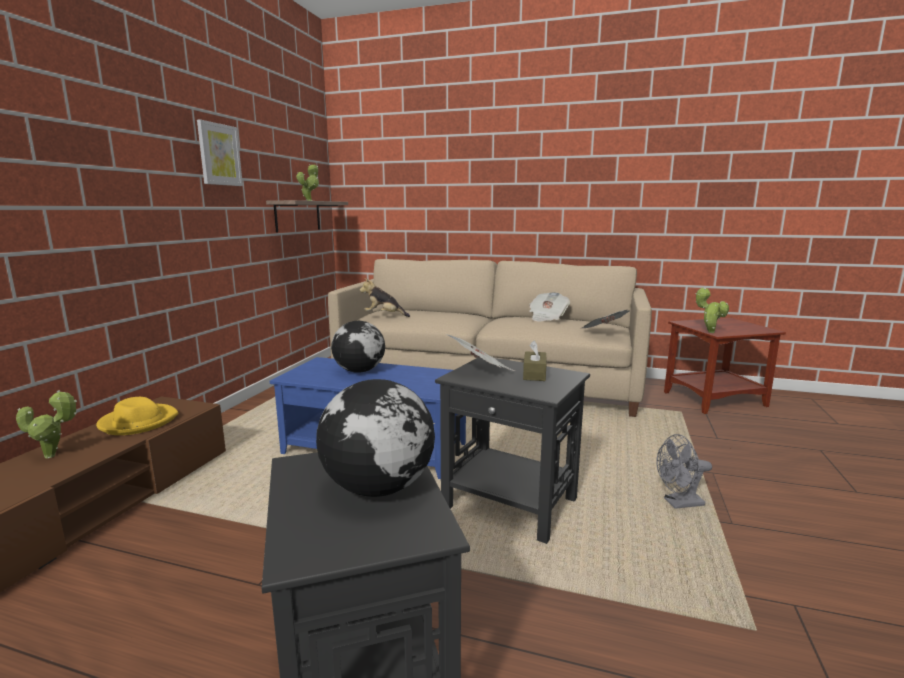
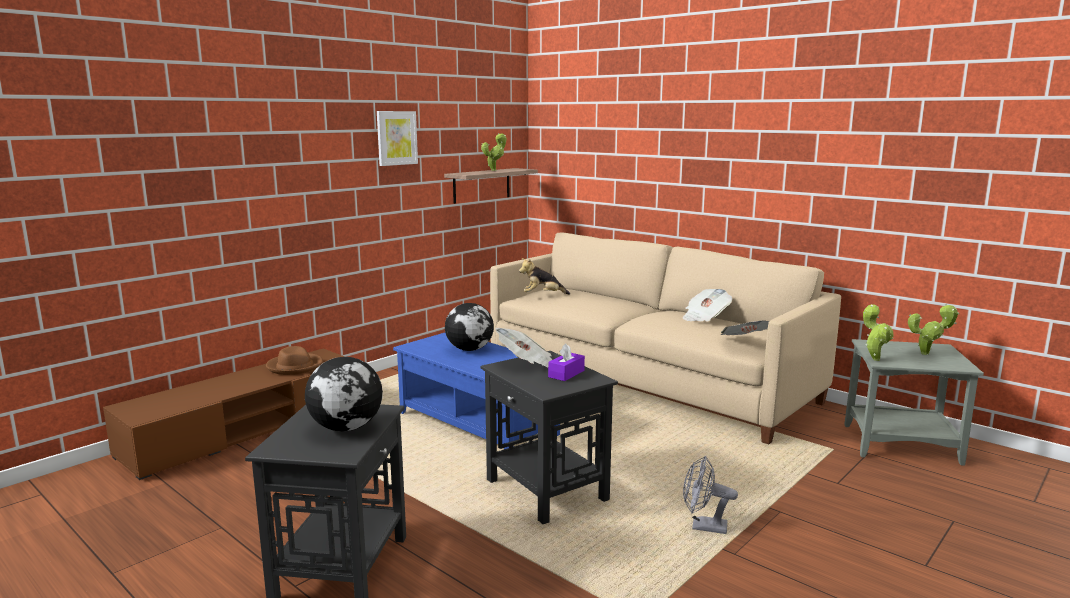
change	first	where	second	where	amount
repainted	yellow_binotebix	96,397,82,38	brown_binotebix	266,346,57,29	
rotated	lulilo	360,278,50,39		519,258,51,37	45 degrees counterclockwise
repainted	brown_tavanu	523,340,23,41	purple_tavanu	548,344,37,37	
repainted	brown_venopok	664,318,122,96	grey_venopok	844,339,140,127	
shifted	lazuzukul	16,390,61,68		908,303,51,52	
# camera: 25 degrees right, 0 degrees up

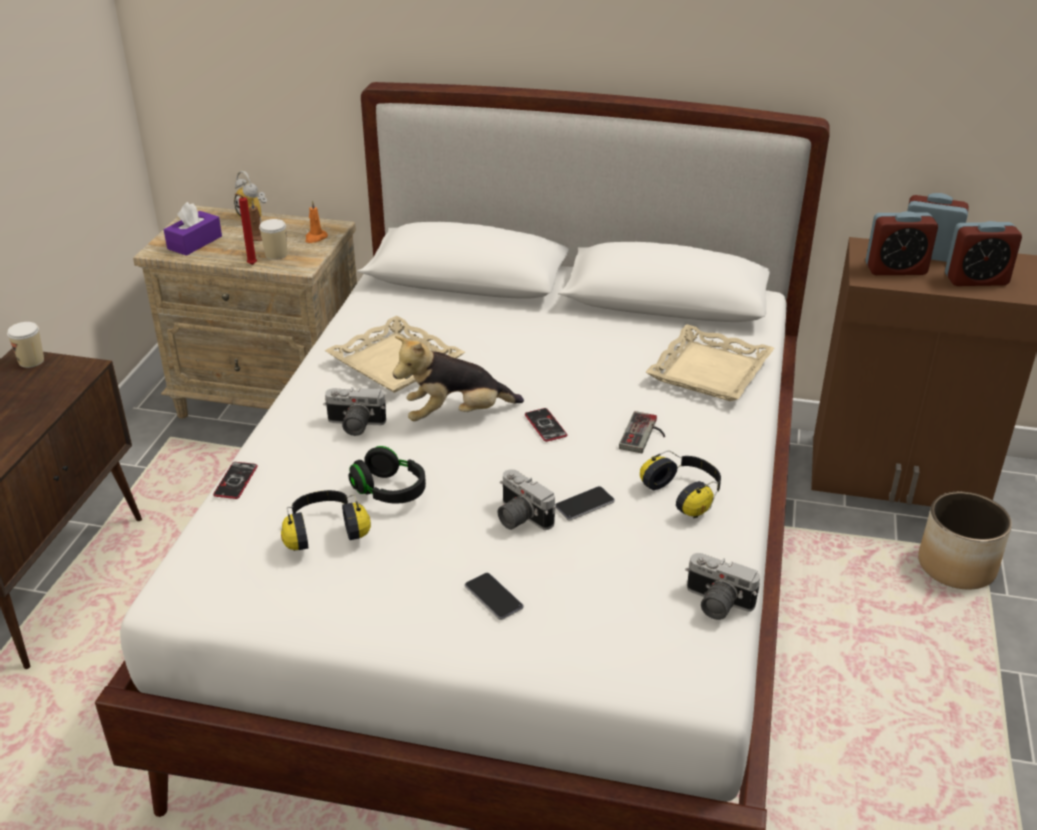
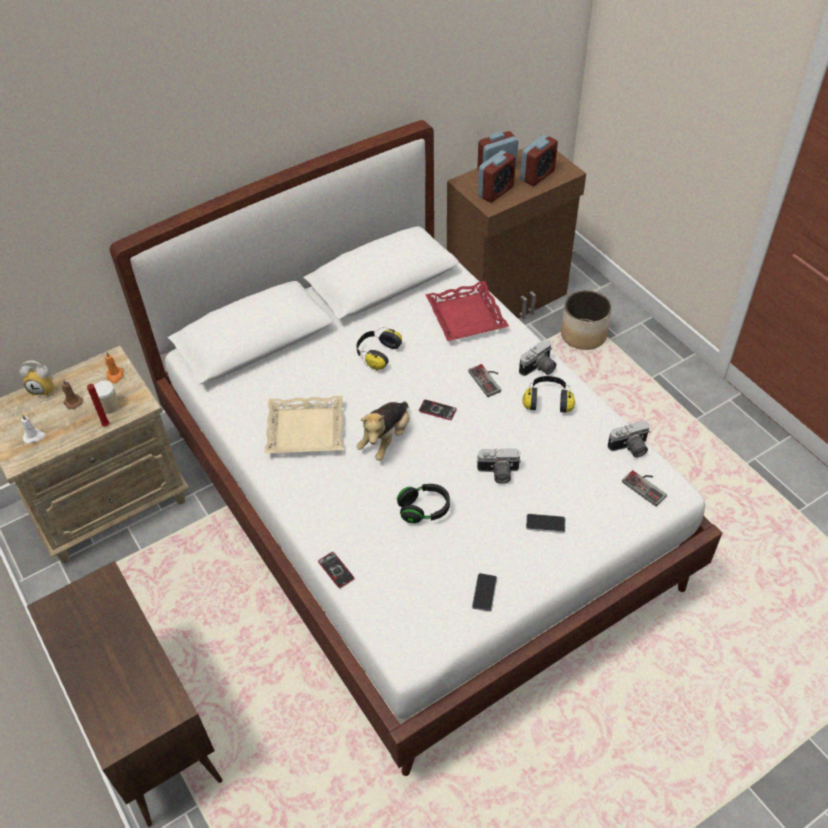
change	first	where	second	where	amount
swapped	purple_tavanu	164,202,58,54	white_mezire	21,414,25,30	
shifted	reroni	281,490,90,61		357,327,45,43	
repainted	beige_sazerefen	646,324,128,77	red_sazerefen	425,281,84,60	
shifted	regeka	555,486,60,35		472,573,25,39	
shifted	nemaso	323,387,63,49		519,340,38,36	
new			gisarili	622,470,45,36	
gone	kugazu	7,322,37,46			
# camera: 45 degrees left, 15 degrees up

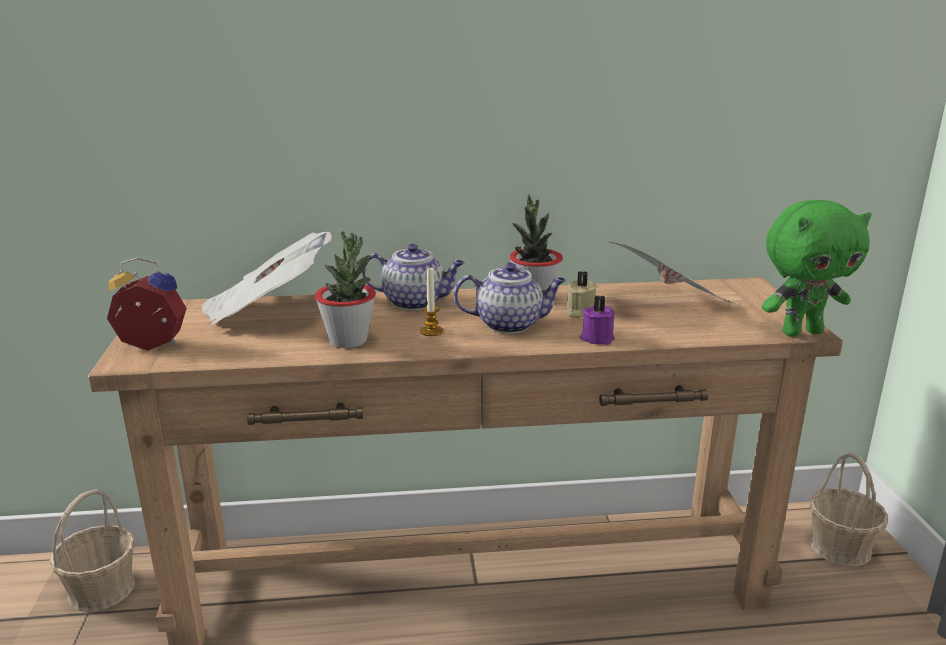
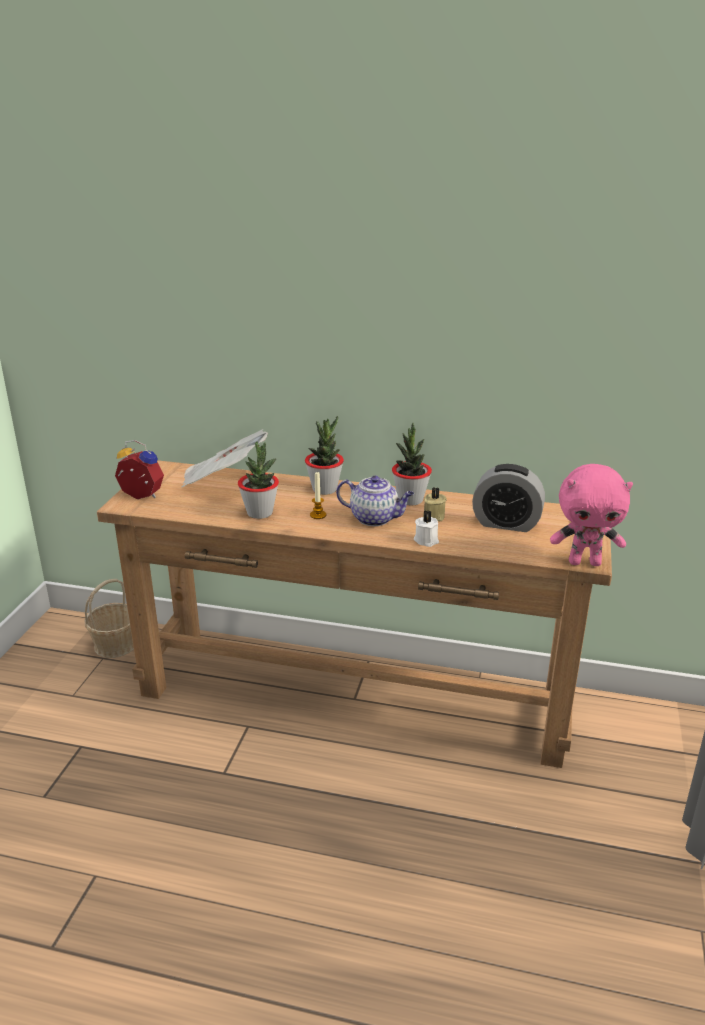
change	first	where	second	where	amount
swapped	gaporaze	362,244,103,66	lazuzukul	305,416,39,79	
repainted	purple_mezire	580,295,35,50	white_mezire	414,510,25,37	
swapped	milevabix	609,242,128,61	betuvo	472,464,73,68	
repainted	green_lulilo	762,200,110,137	pink_lulilo	550,464,83,102	
gone	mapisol	809,452,79,115			
# camera: 20 degrees right, 5 degrees up

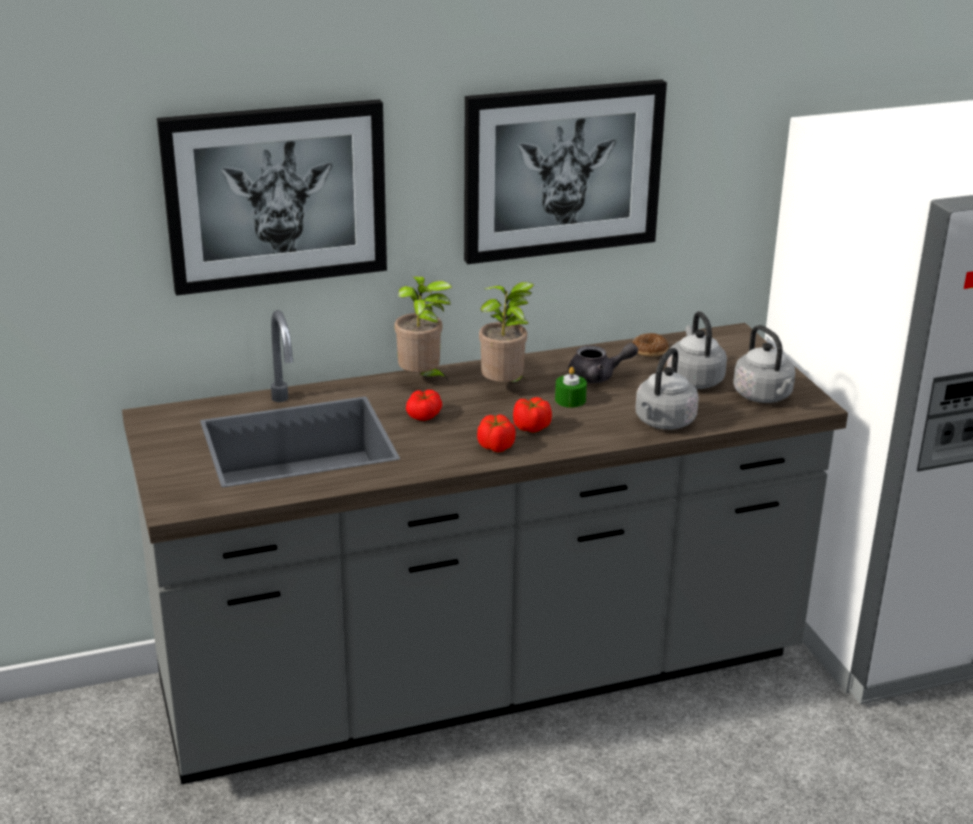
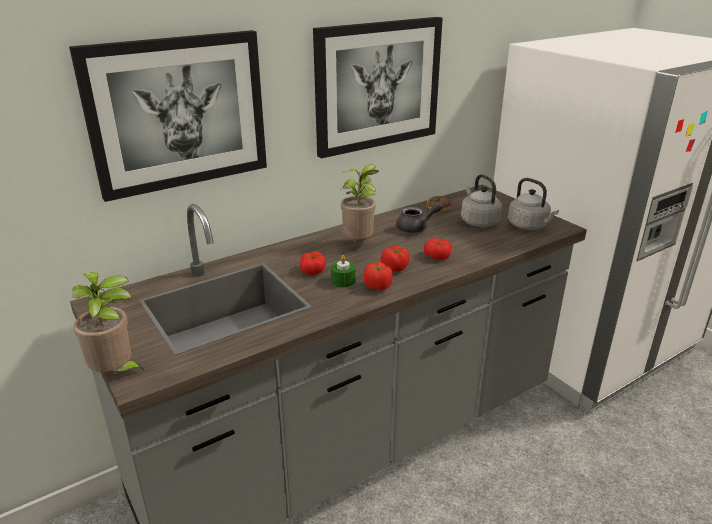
change	first	where	second	where	amount
shifted	lazuzukul	394,276,58,104		72,272,72,100	
shifted	green_mezire	555,367,32,41		331,255,25,32	
new			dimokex	424,238,27,22	
gone	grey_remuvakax	635,348,64,82			
# camera: 15 degrees left, 0 degrees up

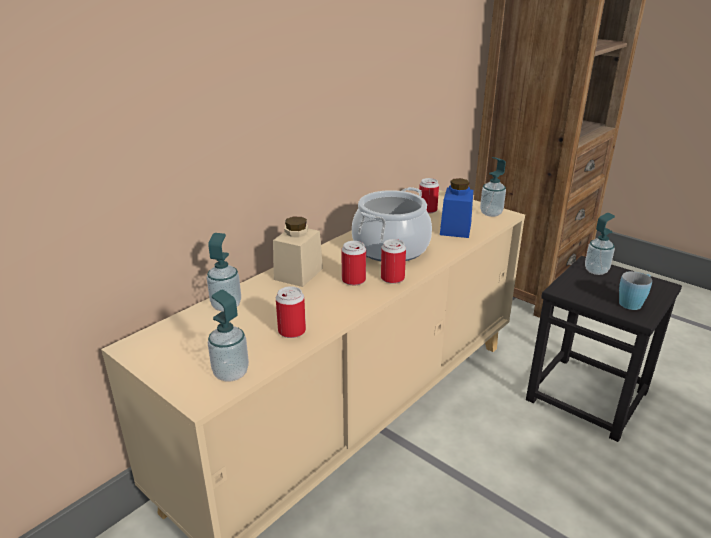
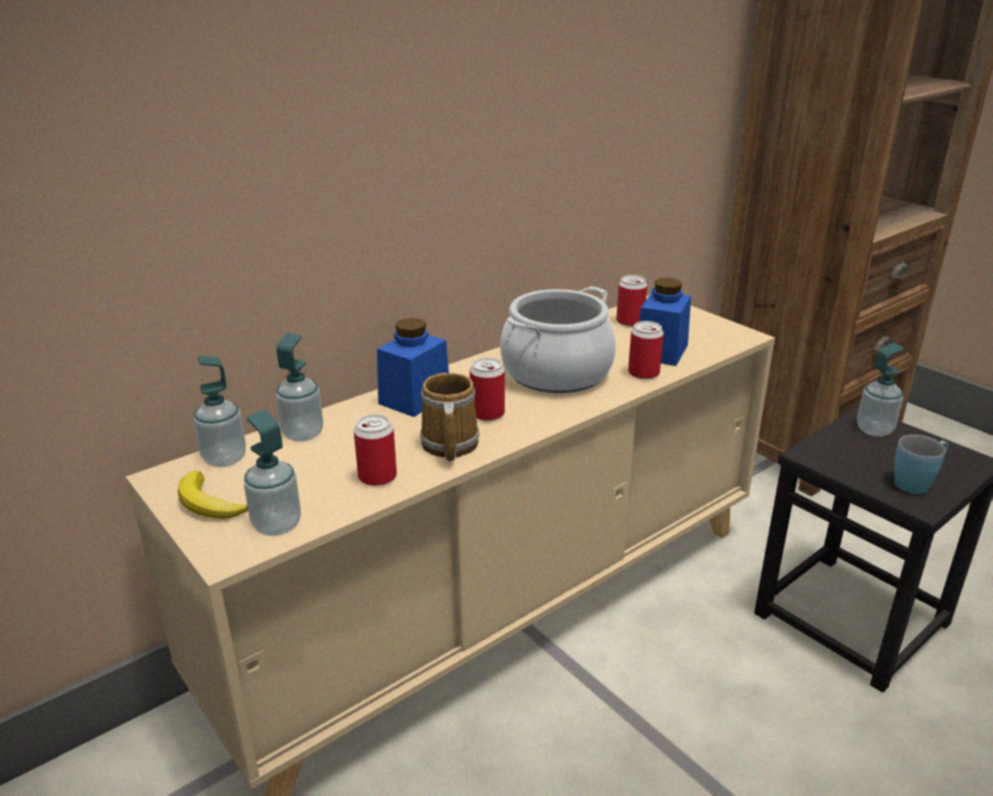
change	first	where	second	where	amount
new			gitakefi	178,471,70,48	
shifted	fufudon	480,157,26,60		194,356,52,111	
repainted	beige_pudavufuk	273,217,50,70	blue_pudavufuk	377,318,72,99	
new			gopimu	420,373,59,89	
shifted	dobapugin	381,239,25,45		628,321,36,58	
# camera: 10 degrees right, 0 degrees up

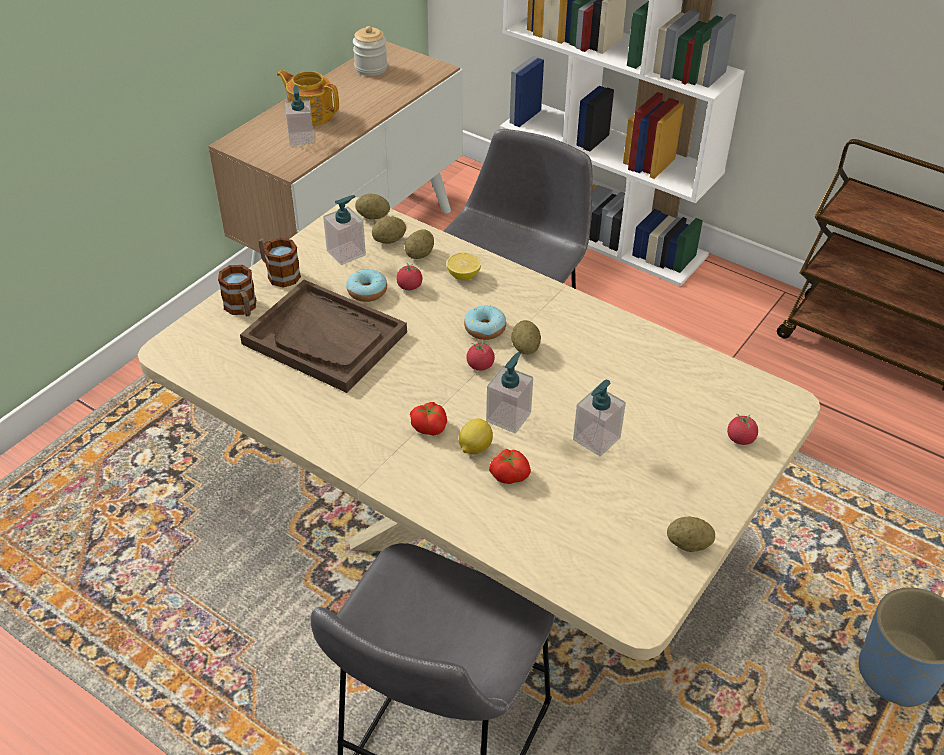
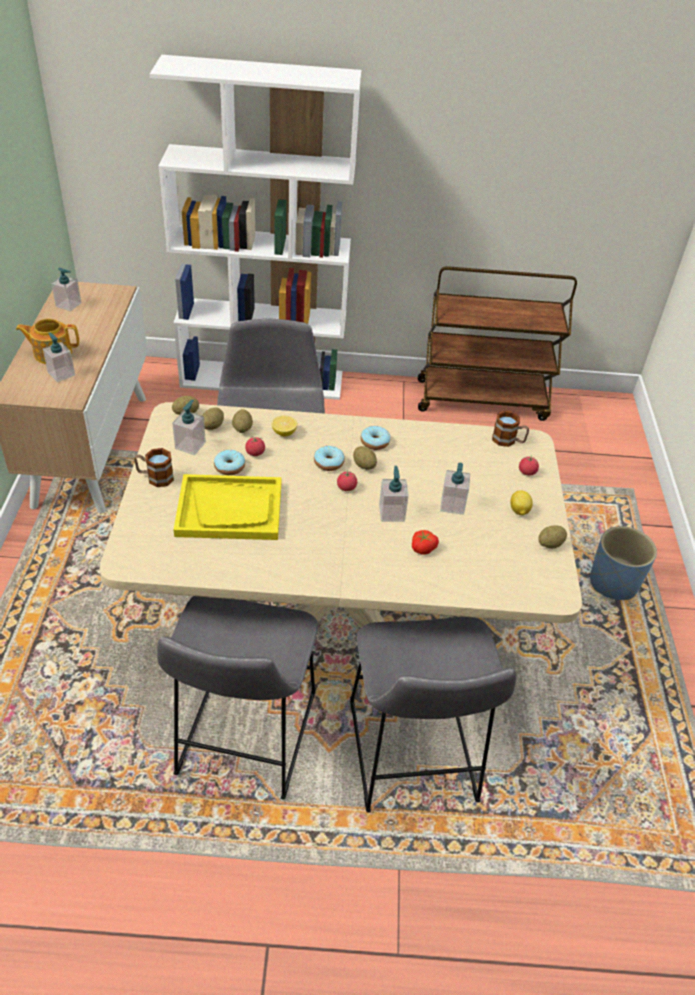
change	first	where	second	where	amount
swapped	pudavufuk	353,26,35,50	fufudon	51,268,30,43	
new			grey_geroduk	157,596,161,204	
repainted	brown_sazerefen	240,280,167,113	yellow_sazerefen	174,474,107,66	
new			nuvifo	361,426,29,24	
shifted	gopimu	218,265,38,51		492,410,37,37	
shifted	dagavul	459,418,34,37		510,490,23,25	
gone	dimokex	410,402,37,34			
# camera: 35 degrees left, 0 degrees up

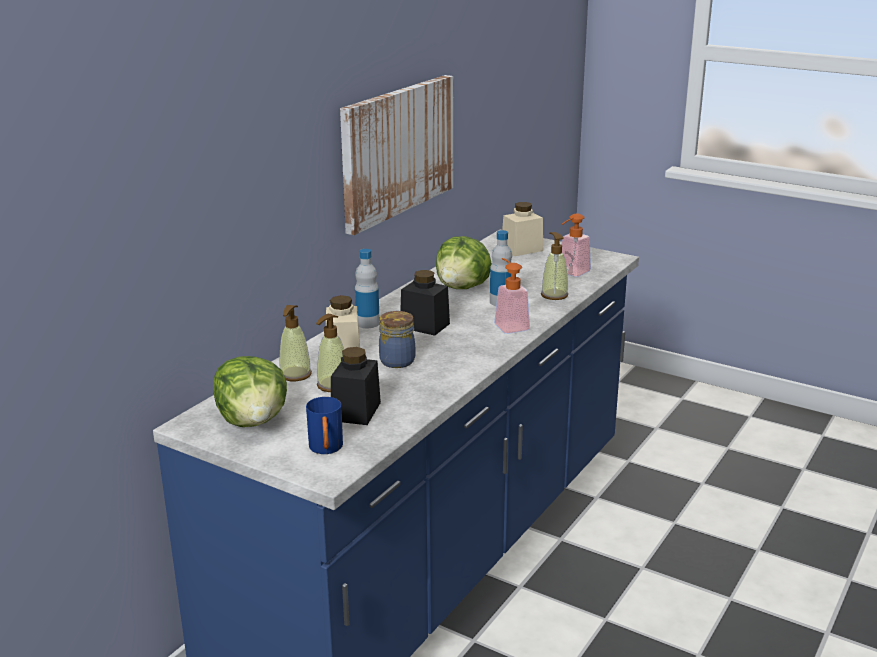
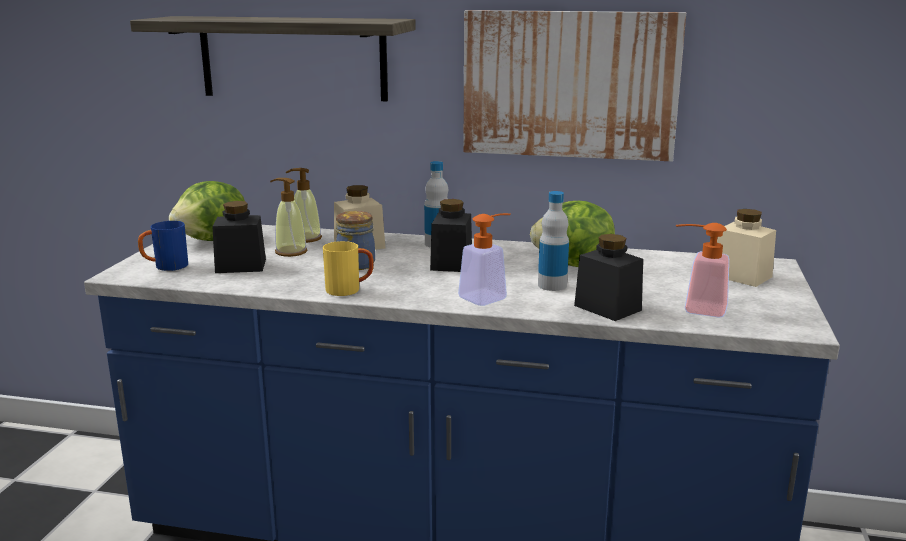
change	first	where	second	where	amount
new			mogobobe	130,16,286,85	
new			yellow_gopimu	323,241,51,55	
swapped	fufudon	541,232,27,68	black_pudavufuk	574,234,69,87	
# camera: 70 degrees right, 5 degrees down

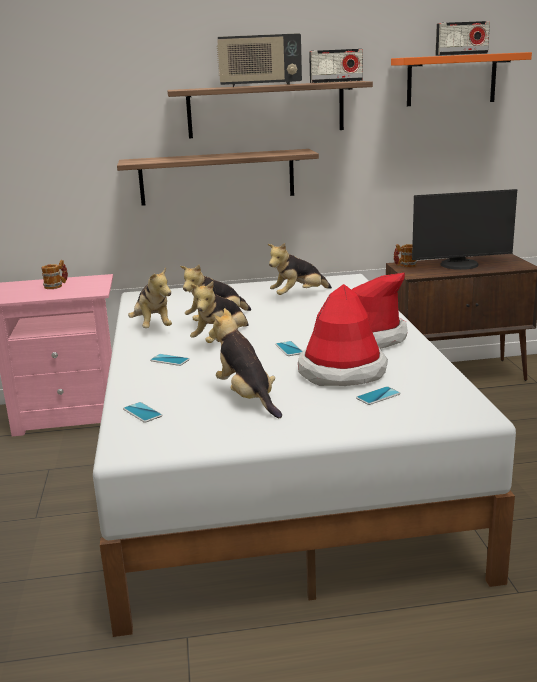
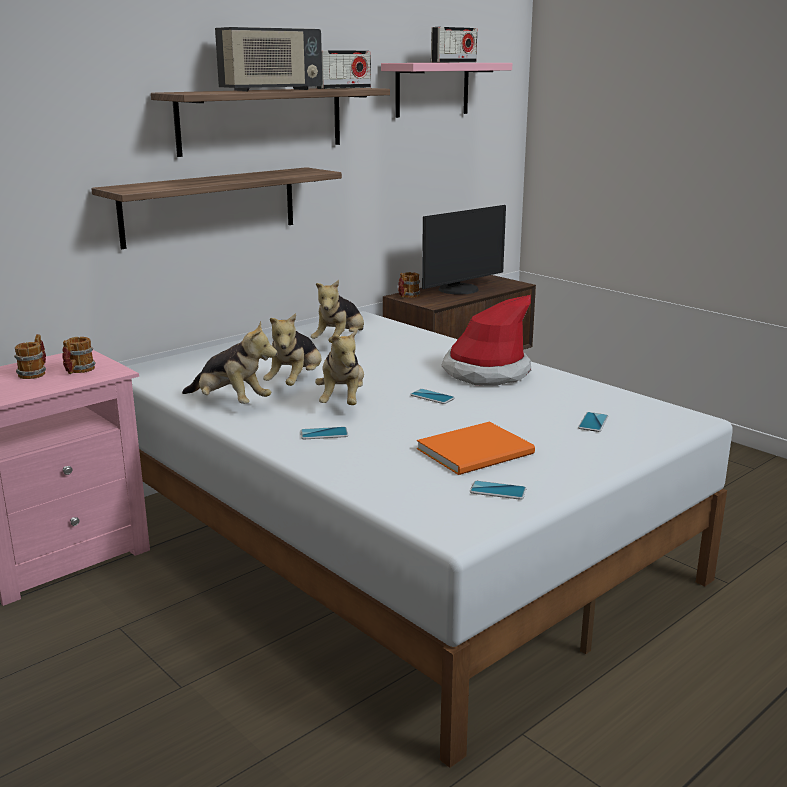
change	first	where	second	where	amount
new			gopimu	62,337,34,37	
repainted	orange_mogobobe	391,52,141,54	pink_mogobobe	381,63,131,55	
swapped	lulilo	209,308,73,110	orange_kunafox	417,422,118,53	
shifted	regeka	123,402,39,21		470,481,57,19	
gone	binotebix	298,284,90,102			
# camera: 35 degrees left, 0 degrees up

